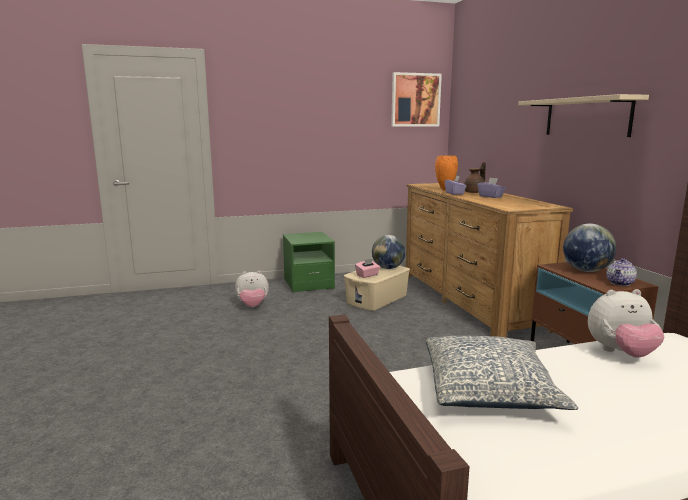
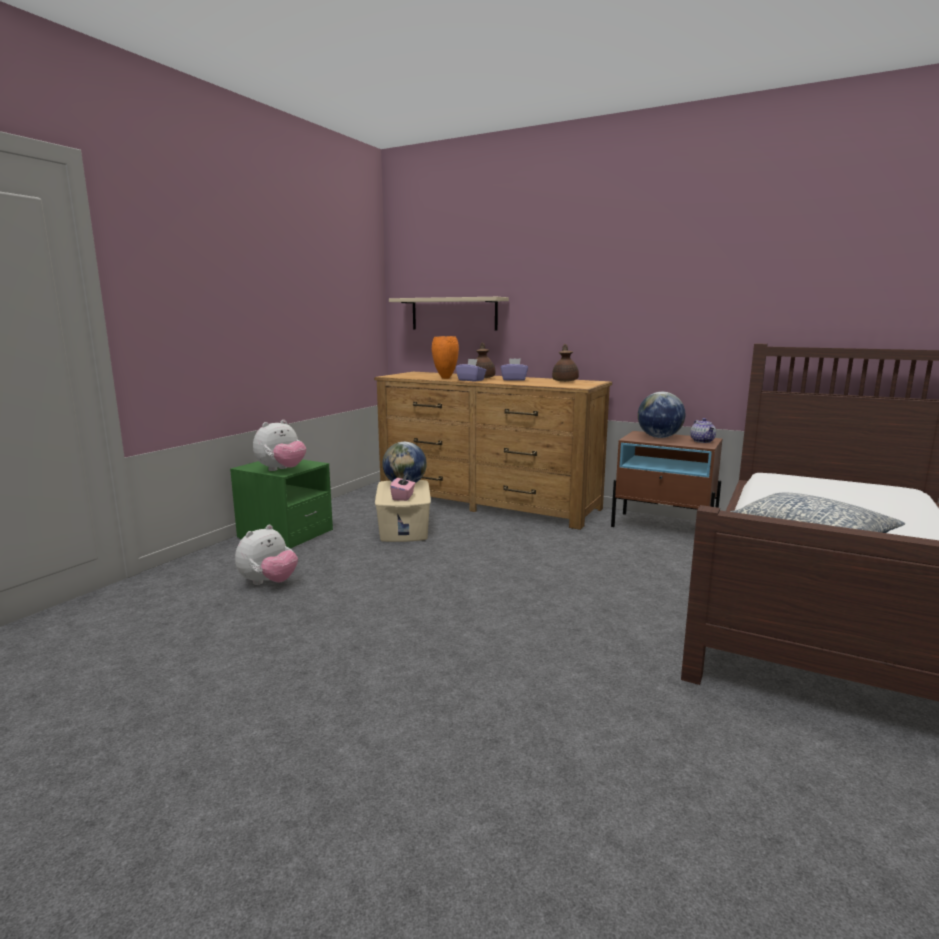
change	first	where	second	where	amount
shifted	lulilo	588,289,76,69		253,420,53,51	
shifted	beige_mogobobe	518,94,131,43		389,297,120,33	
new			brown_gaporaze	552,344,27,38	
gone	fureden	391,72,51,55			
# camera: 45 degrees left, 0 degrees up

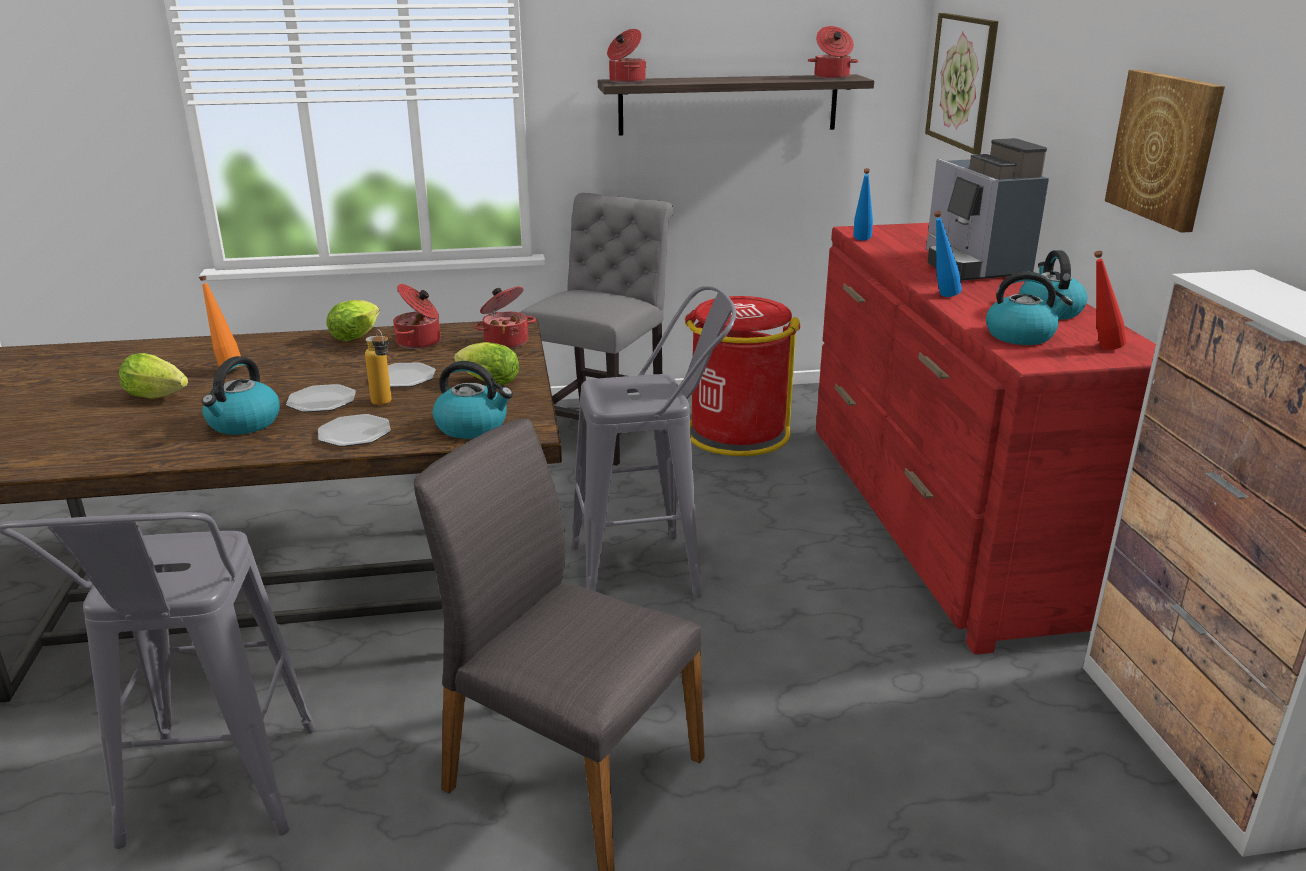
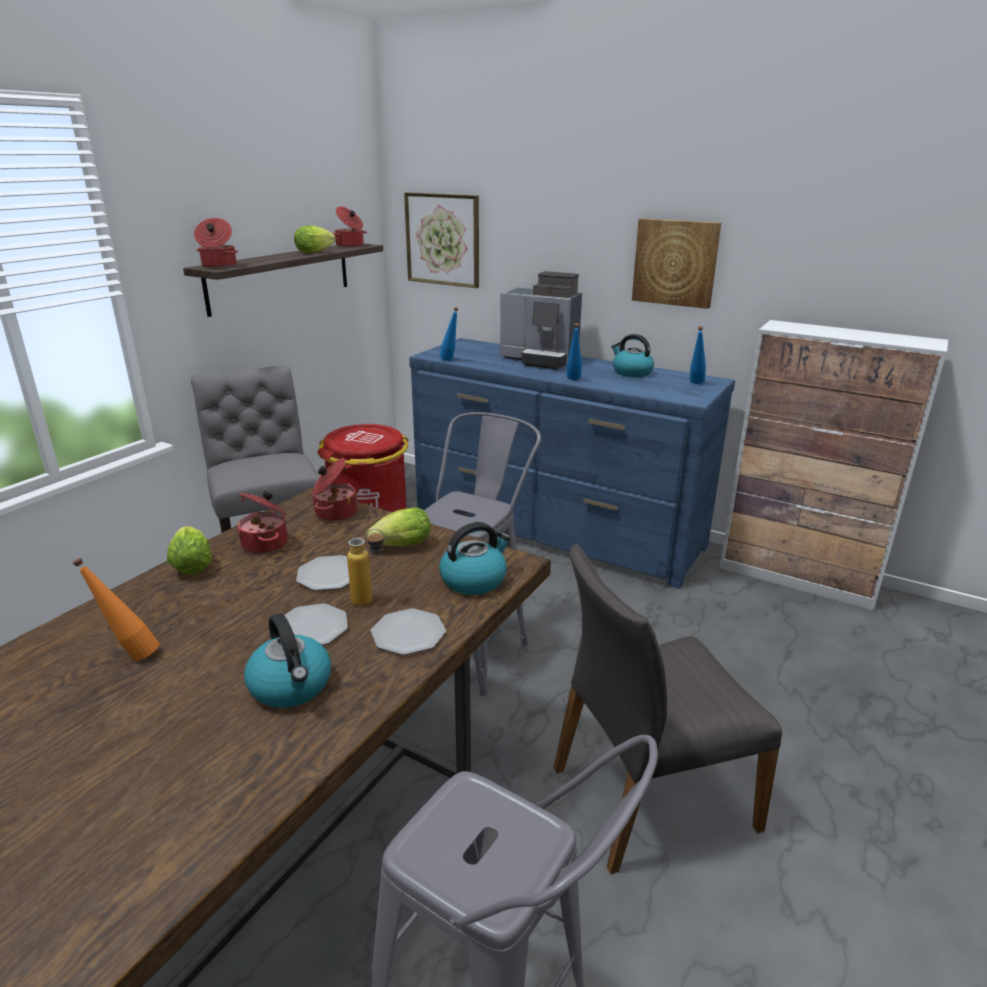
change	first	where	second	where	amount
shifted	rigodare	119,353,69,46		294,225,42,28	
repainted	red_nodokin	816,223,340,432	blue_nodokin	409,338,326,251	
repainted	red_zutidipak	1094,251,33,99	blue_zutidipak	690,326,16,58	
gone	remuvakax	986,272,87,73			
# camera: 50 degrees left, 0 degrees up

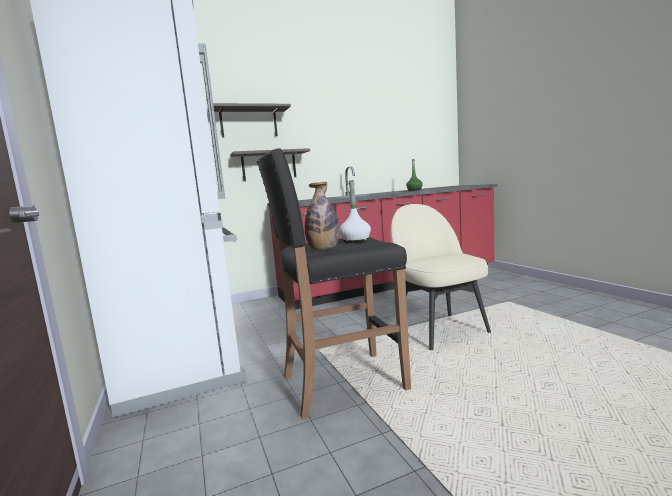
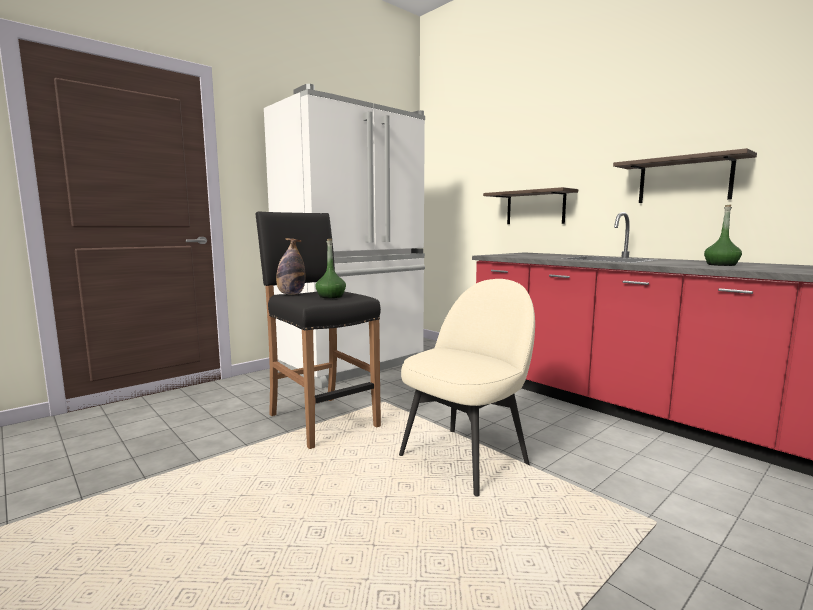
change	first	where	second	where	amount
repainted	white_zutidipak	339,180,32,63	green_zutidipak	315,239,31,59	
shifted	mogobobe	213,103,78,35		613,148,144,55	
# camera: 70 degrees right, 0 degrees up

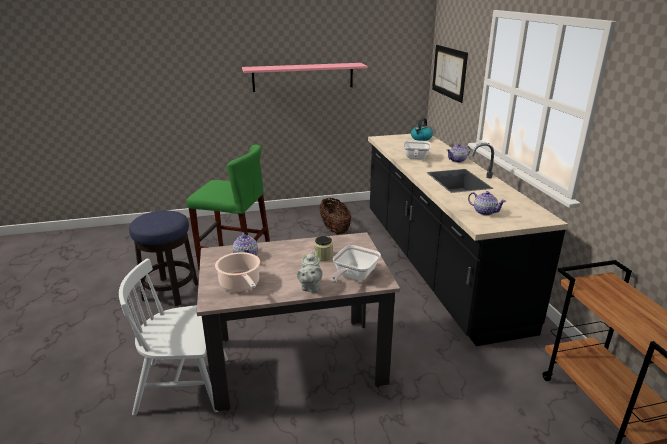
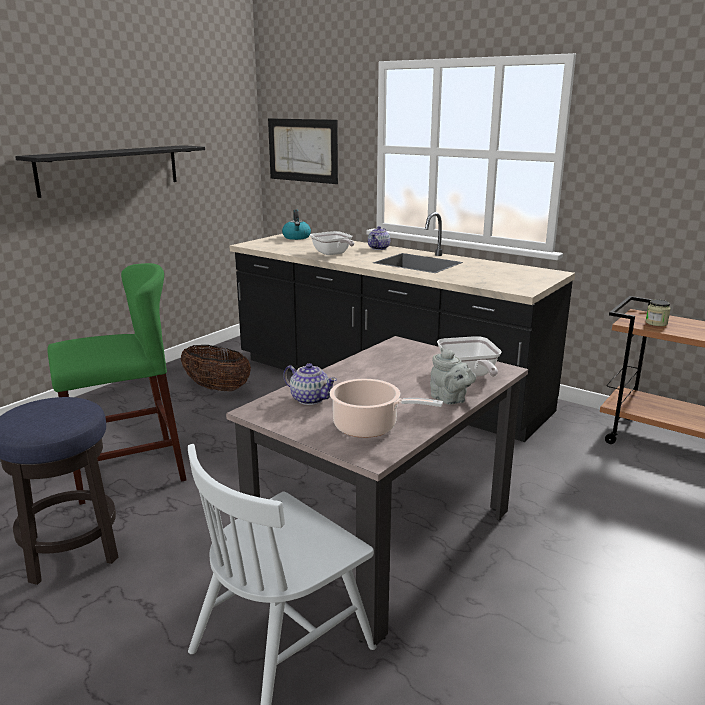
change	first	where	second	where	amount
repainted	pink_mogobobe	242,63,126,29	black_mogobobe	15,145,190,53	
shifted	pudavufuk	314,236,19,25		645,300,26,26	
gone	gaporaze	468,191,38,25			
# camera: 40 degrees left, 5 degrees down

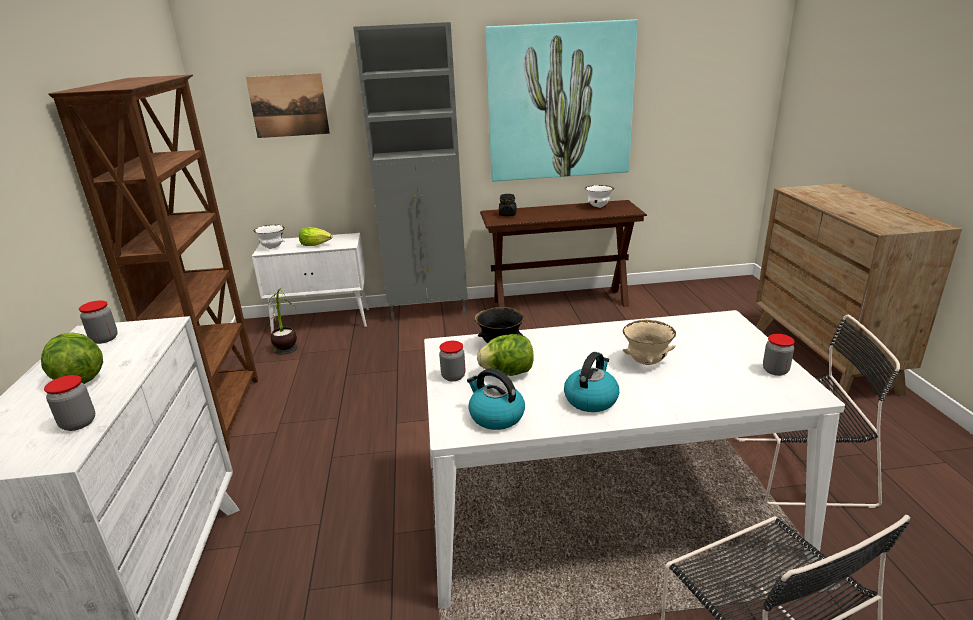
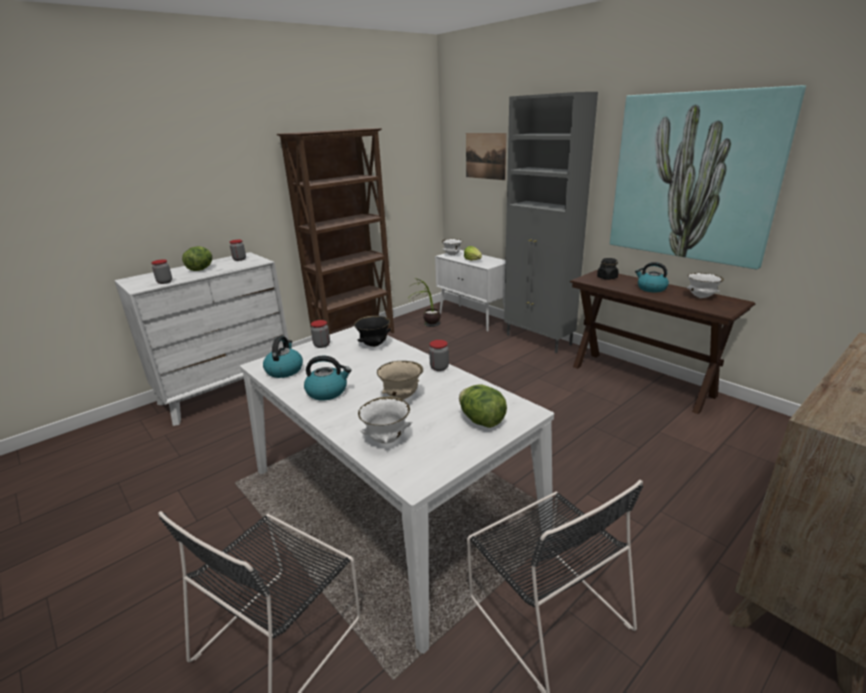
change	first	where	second	where	amount
new			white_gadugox	358,396,54,48	
shifted	pudavufuk	763,334,32,42		429,340,20,31	
shifted	rigodare	477,334,57,42		459,384,48,44	
new			remuvakax	635,262,34,30	
# camera: 55 degrees right, 0 degrees up

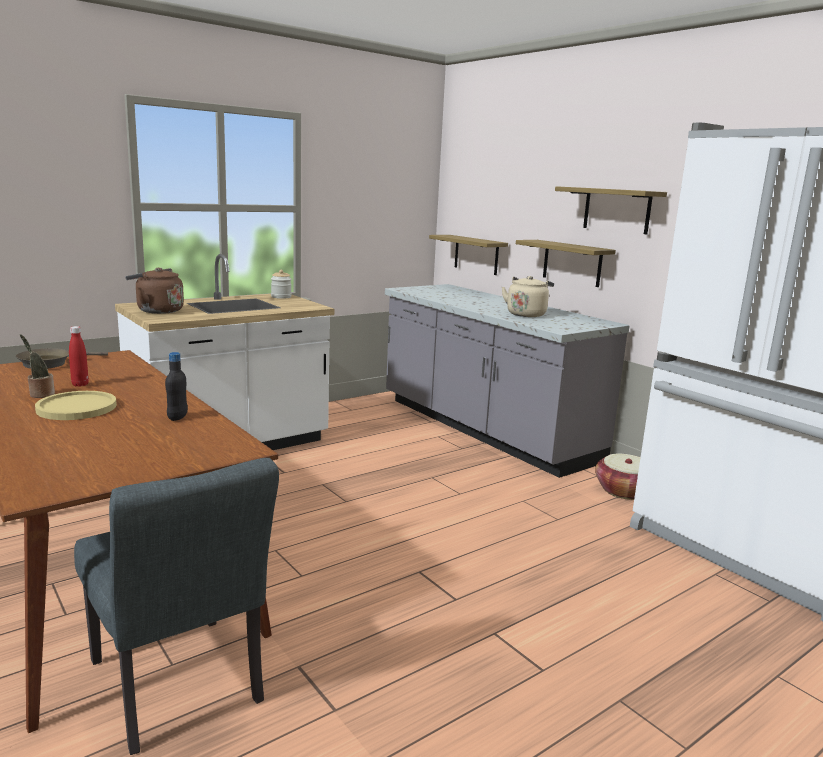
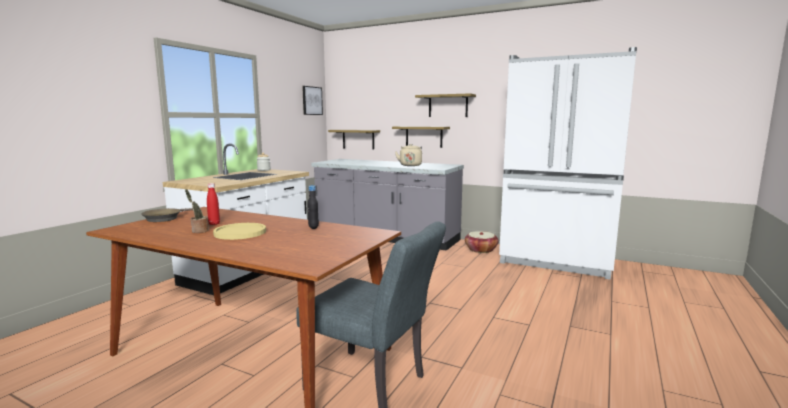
change	first	where	second	where	amount
new			fureden	302,86,21,29	
gone	brown_remuvakax	125,268,59,46			
# camera: 25 degrees left, 5 degrees down

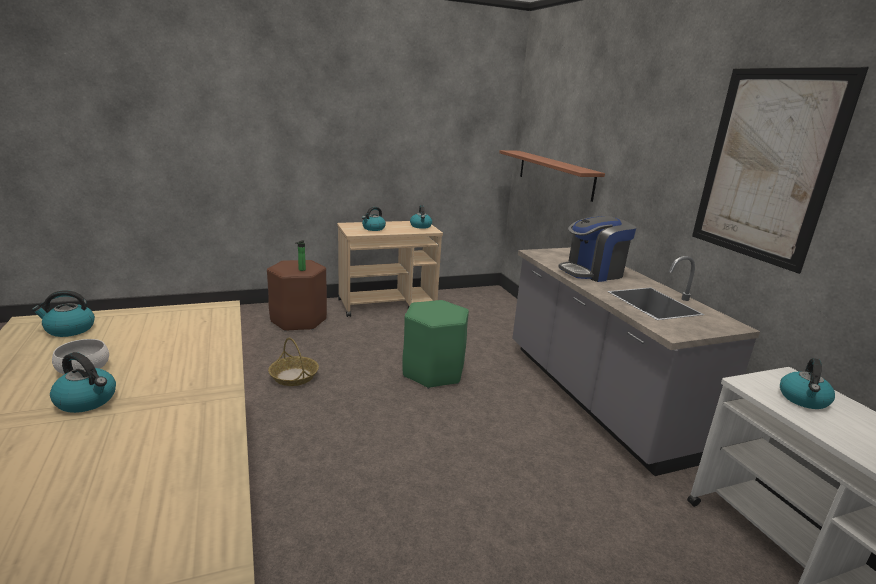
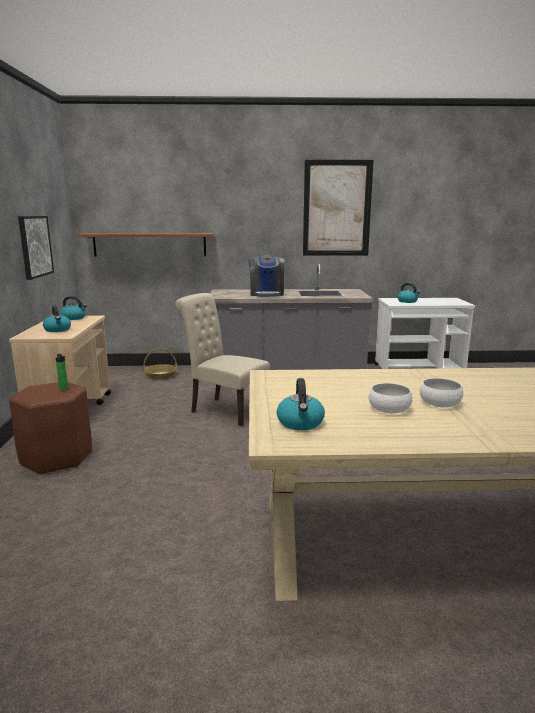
change	first	where	second	where	amount
new			fureden	18,216,36,64	
shifted	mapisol	268,338,51,48		143,349,34,30	
swapped	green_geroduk	402,300,67,89	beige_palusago	175,293,95,133	
swapped	remuvakax	50,352,66,61	white_gadugox	420,378,43,29	
# camera: 70 degrees left, 5 degrees down

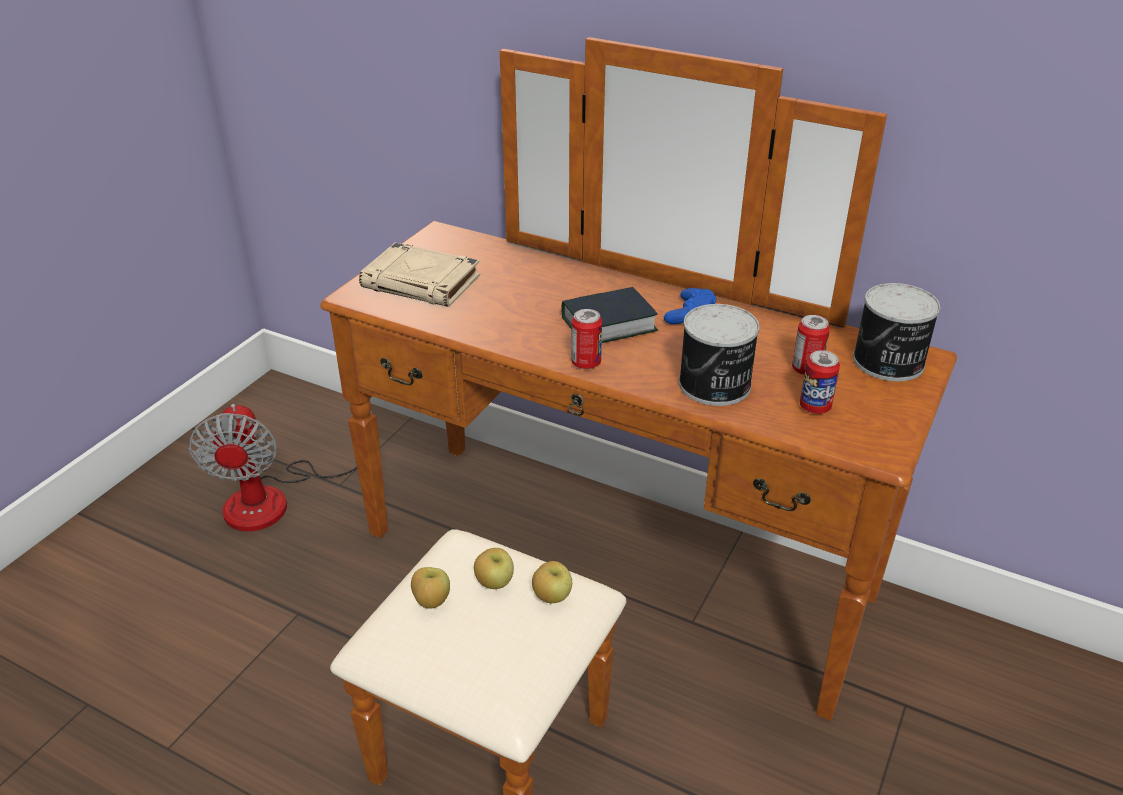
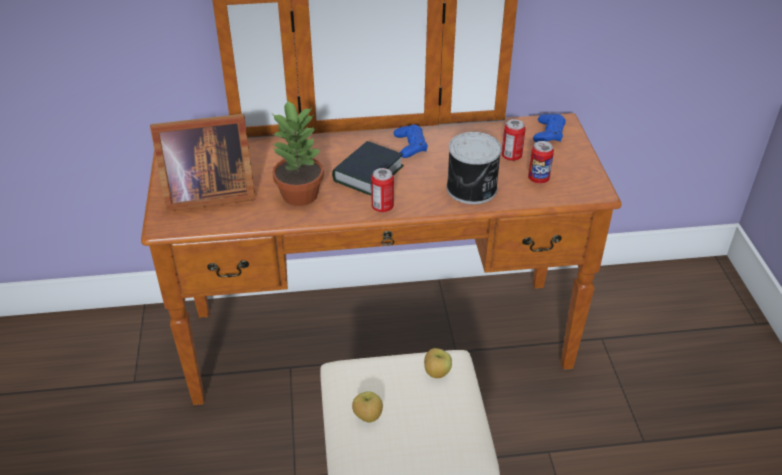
change	first	where	second	where	amount
swapped	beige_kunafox	359,243,121,64	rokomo	150,114,106,97	
new			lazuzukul	271,99,53,107	
swapped	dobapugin	853,283,87,99	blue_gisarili	533,114,33,28	
gone	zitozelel	189,399,183,132			
gone	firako	474,548,40,41			
# camera: 35 degrees left, 5 degrees up

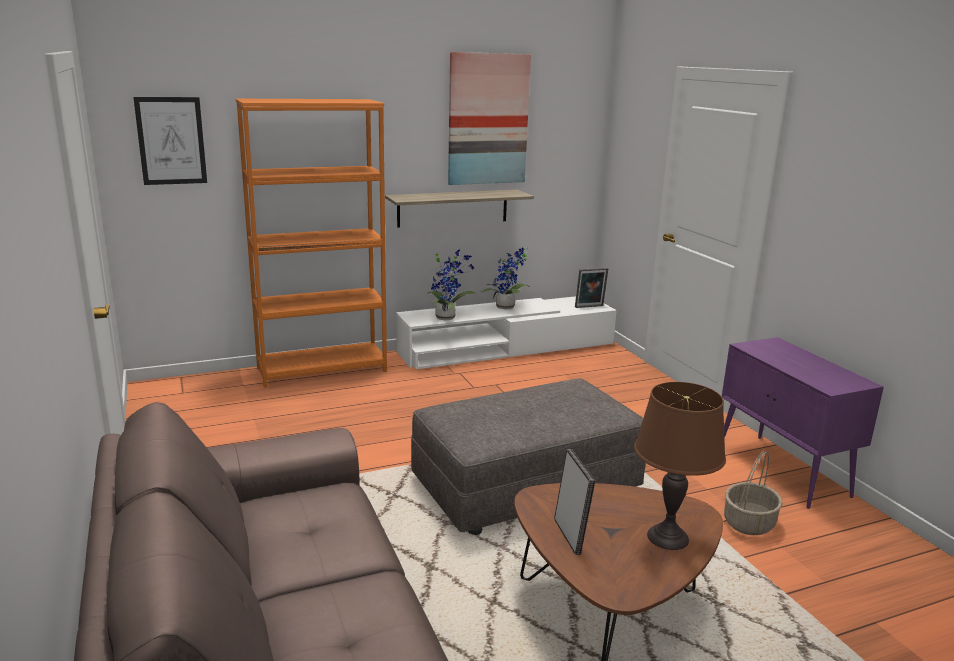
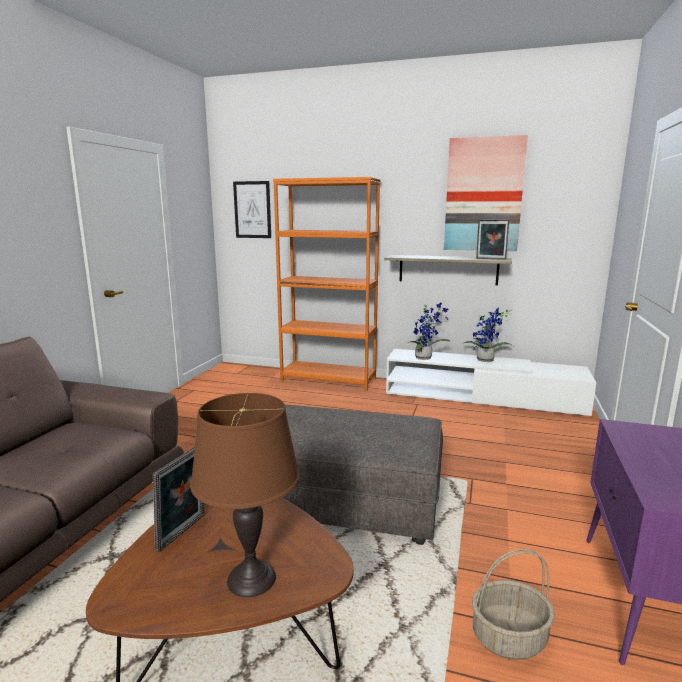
change	first	where	second	where	amount
shifted	rokomo	575,268,33,40		476,220,33,40	
# camera: 40 degrees right, 5 degrees down

